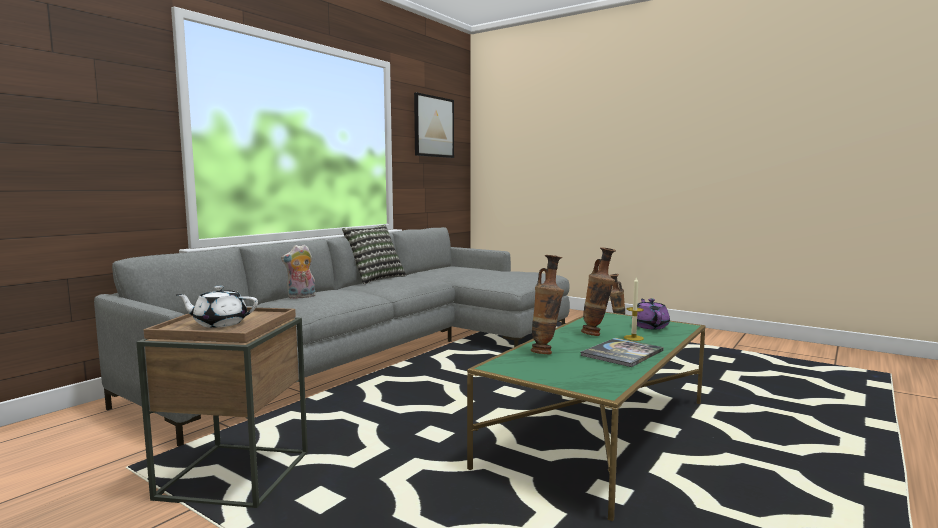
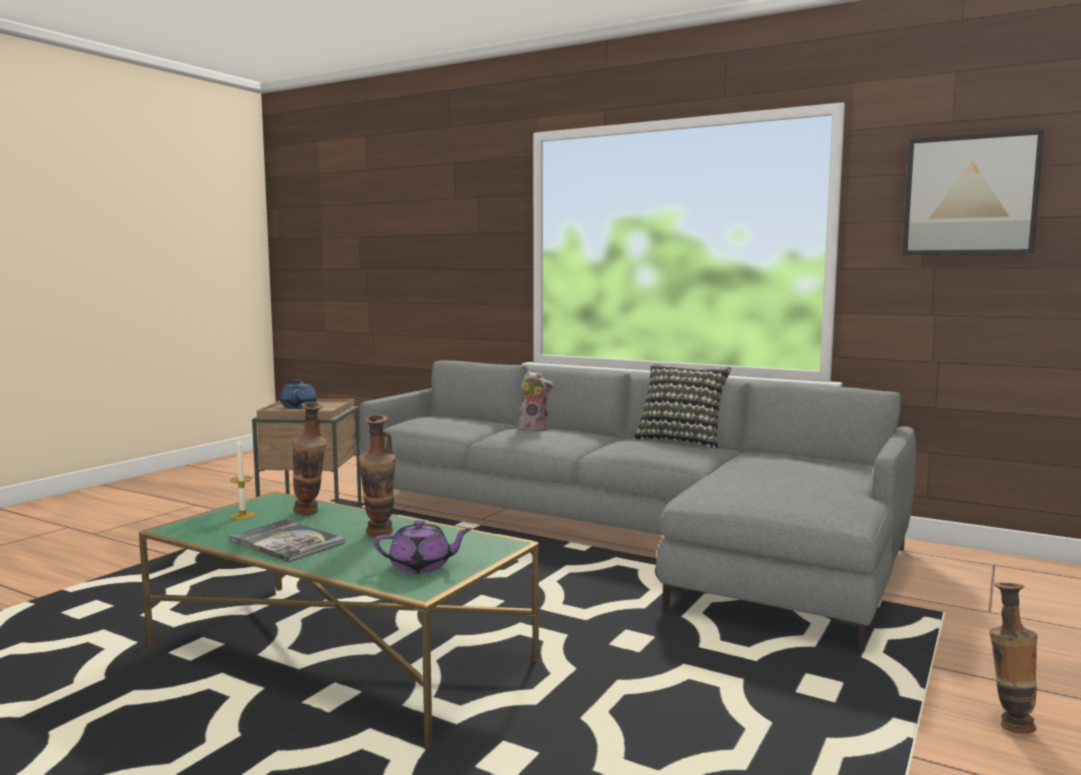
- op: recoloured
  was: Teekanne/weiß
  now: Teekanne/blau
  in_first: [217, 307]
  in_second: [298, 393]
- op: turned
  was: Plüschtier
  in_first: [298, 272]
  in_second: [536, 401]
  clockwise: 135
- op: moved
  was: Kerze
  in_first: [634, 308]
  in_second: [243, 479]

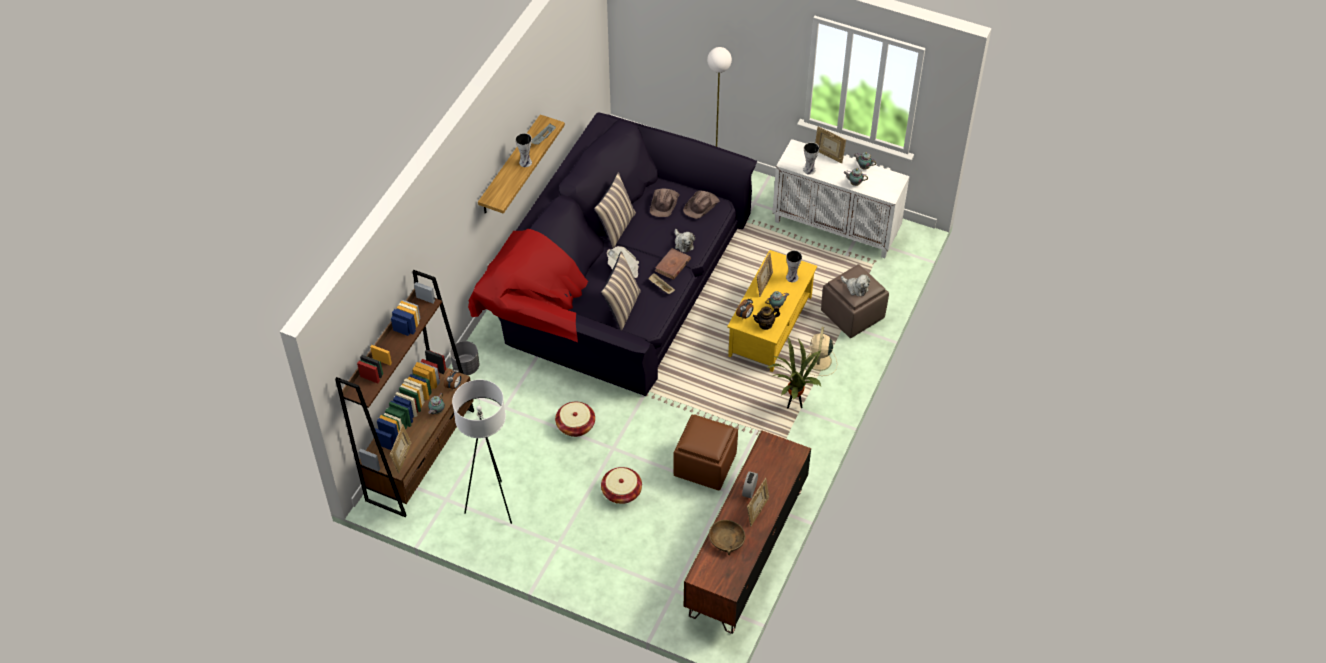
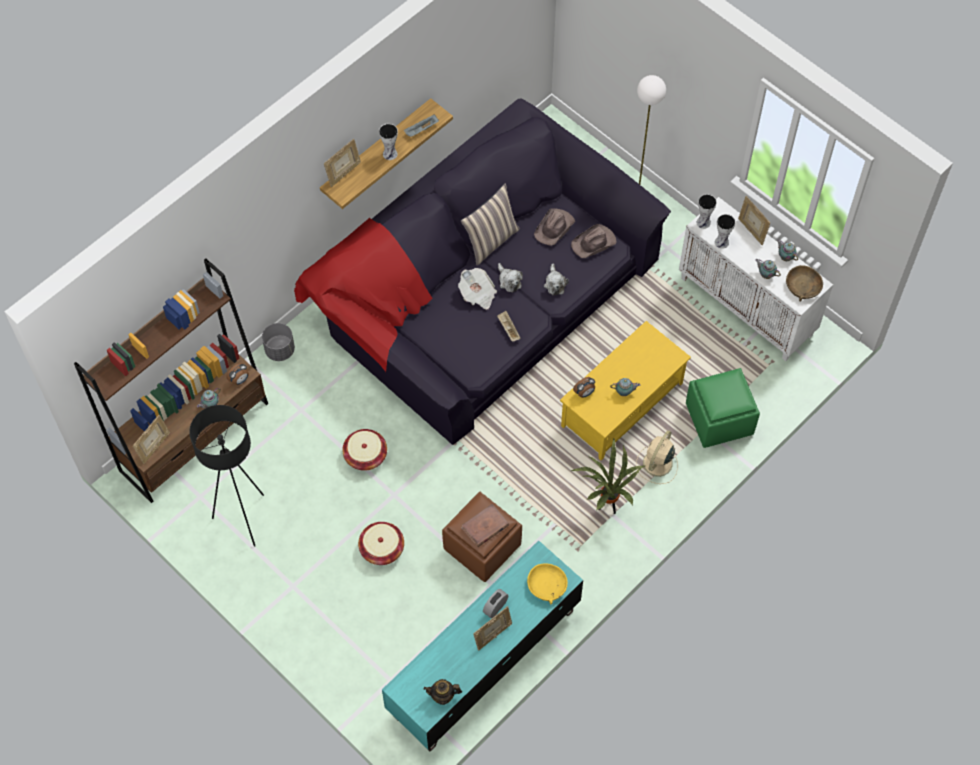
- op: recoloured
  was: Stehlampe/weiß
  now: Stehlampe/schwarz
  in_first: [482, 452]
  in_second: [226, 476]
- op: removed
  was: Kissen
  in_first: [621, 290]
- op: moved
  was: Buch/braun
  in_first: [673, 264]
  in_second: [485, 525]
- op: recoloured
  was: Fernsehschrank/braun
  now: Fernsehschrank/türkis
  in_first: [747, 532]
  in_second: [482, 645]
- op: moved
  was: Schüssel/braun
  in_first: [727, 537]
  in_second: [804, 283]
- op: moved
  was: Teekanne
  in_first: [766, 318]
  in_second: [443, 692]
- op: moved
  was: Bilderrahmen
  in_first: [765, 274]
  in_second: [342, 163]
- op: moved
  was: Vase
  in_first: [794, 266]
  in_second: [706, 211]
- op: recoloured
  was: Polsterhocker/braun
  now: Polsterhocker/grün
  in_first: [855, 301]
  in_second: [723, 408]
- op: moved
  was: Plüschtier
  in_first: [855, 285]
  in_second: [510, 278]
- op: added
  now: Schüssel/gelb
  in_second: [547, 583]

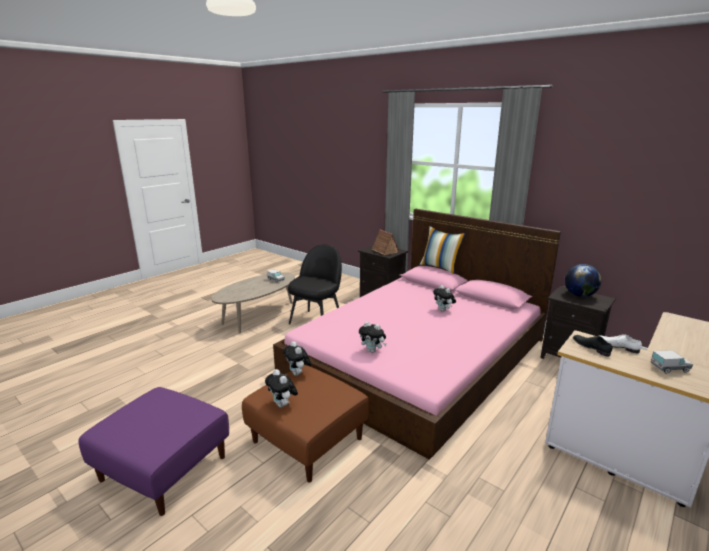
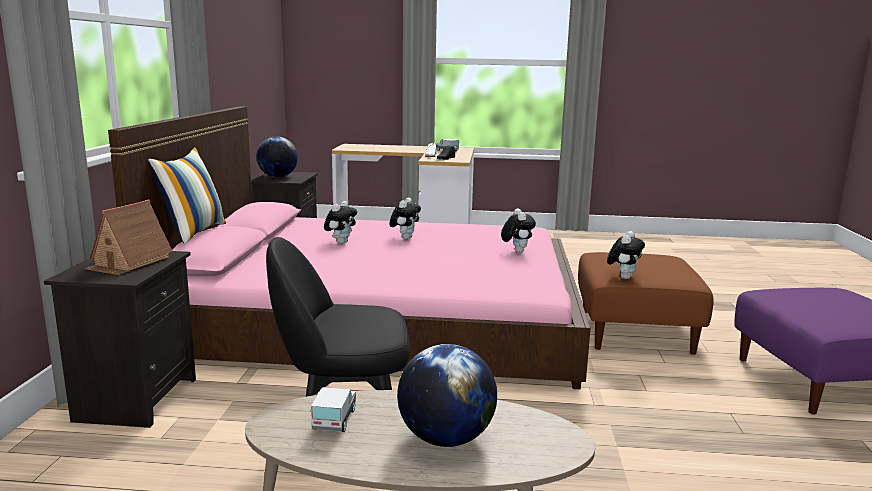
- op: moved
  was: Plüschtier
  in_first: [281, 388]
  in_second: [405, 218]
- op: added
  now: Globus
  in_second: [447, 395]

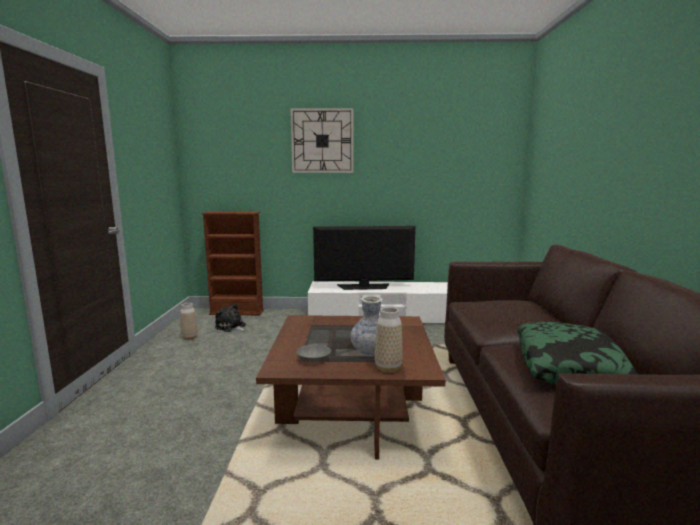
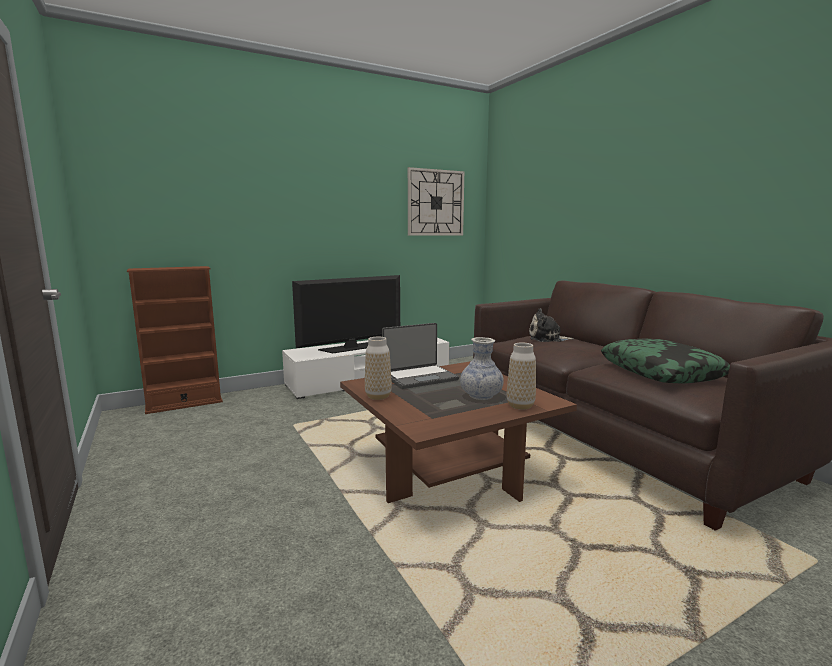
- op: moved
  was: Vase
  in_first: [189, 321]
  in_second: [378, 368]
- op: moved
  was: Plüschtier
  in_first: [231, 318]
  in_second: [551, 325]
- op: moved
  was: Wanduhr
  in_first: [321, 140]
  in_second: [436, 201]
- op: removed
  was: Schüssel/grau
  in_first: [314, 353]
- op: added
  now: Laptop
  in_second: [420, 356]

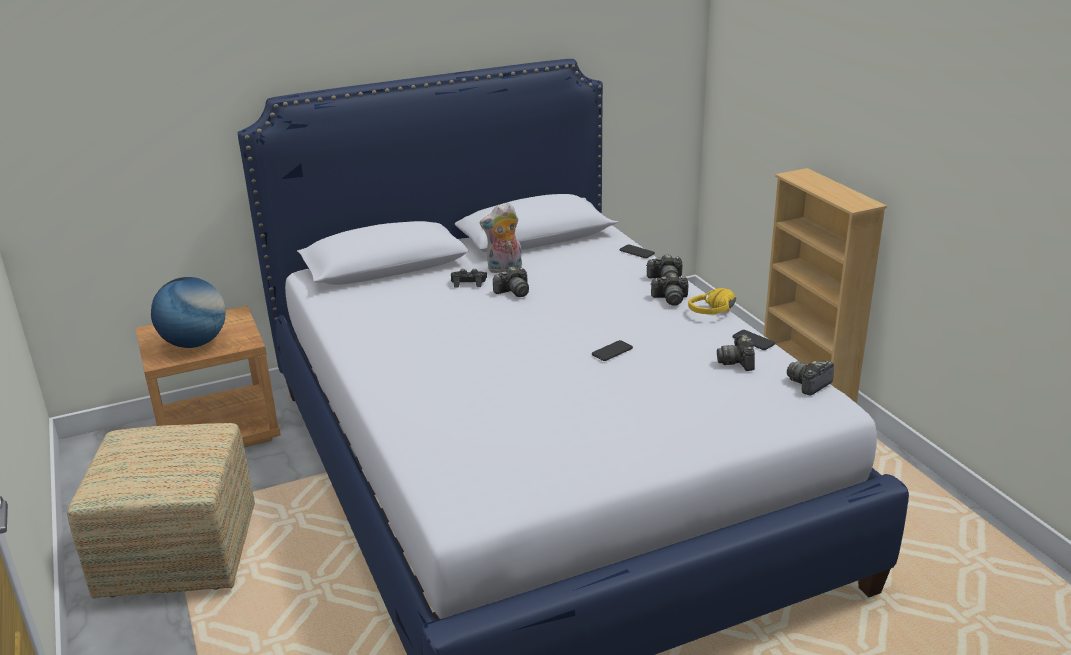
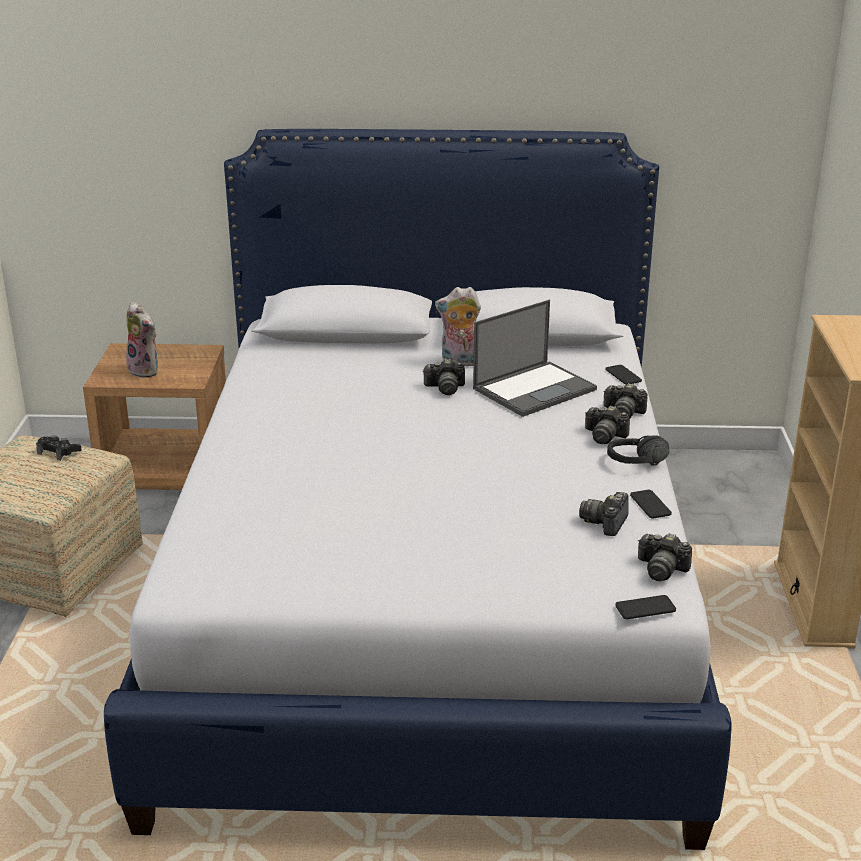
- op: replaced
  was: Globus
  now: Plüschtier
  in_first: [188, 312]
  in_second: [142, 339]
- op: moved
  was: Gamepad/schwarz
  in_first: [469, 278]
  in_second: [59, 448]
- op: moved
  was: Handy
  in_first: [612, 350]
  in_second: [645, 607]
- op: recoloured
  was: Kopfhörer/gelb
  now: Kopfhörer/schwarz
  in_first: [712, 301]
  in_second: [638, 450]
- op: turned
  was: Kamera
  in_first: [810, 378]
  in_second: [665, 557]
  clockwise: -135
- op: added
  now: Laptop
  in_second: [535, 358]

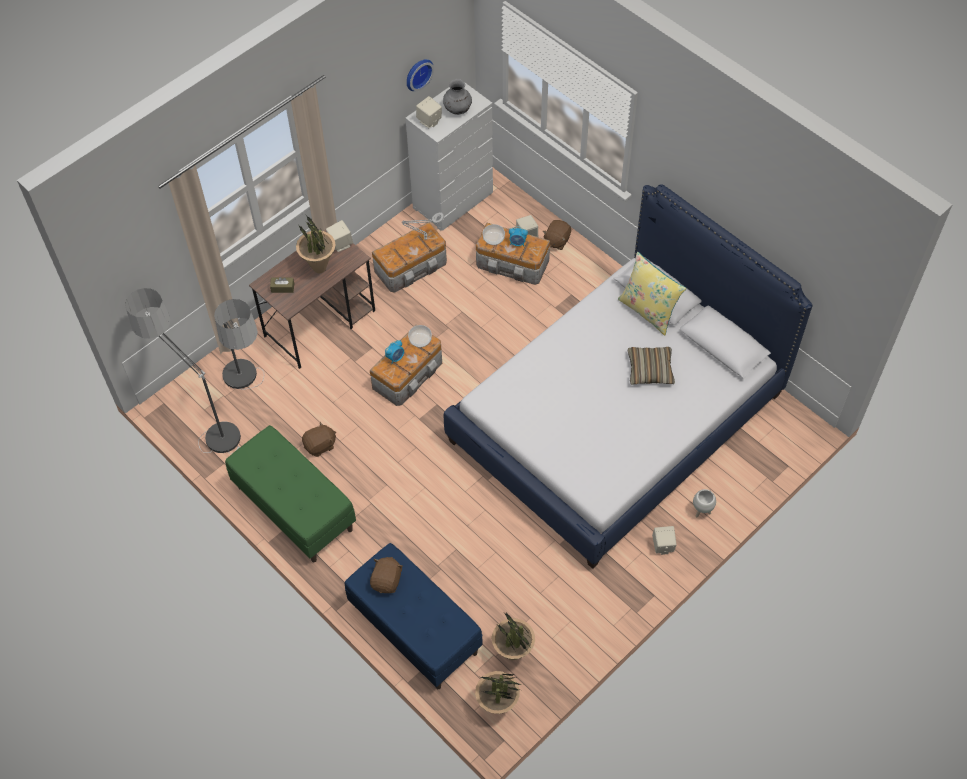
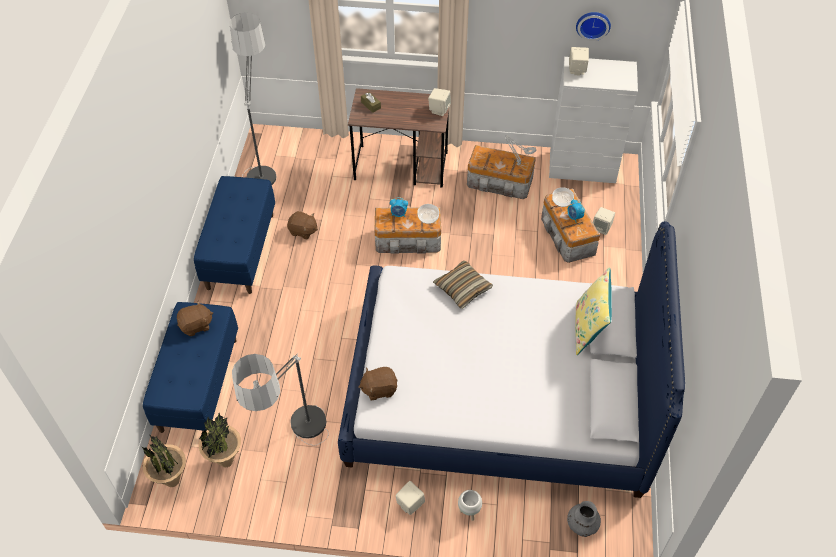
- op: moved
  was: Stehlampe
  in_first: [239, 344]
  in_second: [280, 399]
- op: recoloured
  was: Bank/grün
  now: Bank/blau
  in_first: [290, 493]
  in_second: [234, 235]
- op: removed
  was: Topfpflanze
  in_first: [315, 244]
- op: moved
  was: Vase/grau
  in_first: [457, 97]
  in_second: [584, 519]
- op: moved
  was: Plüschtier/braun
  in_first: [557, 235]
  in_second: [378, 384]
- op: moved
  was: Kissen
  in_first: [651, 366]
  in_second: [463, 285]

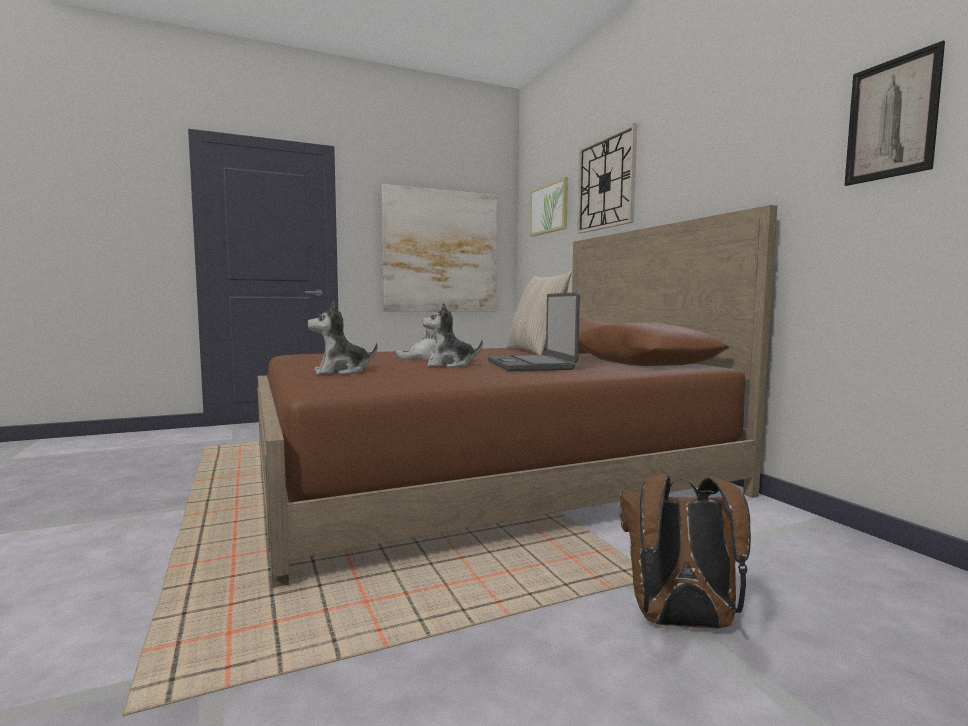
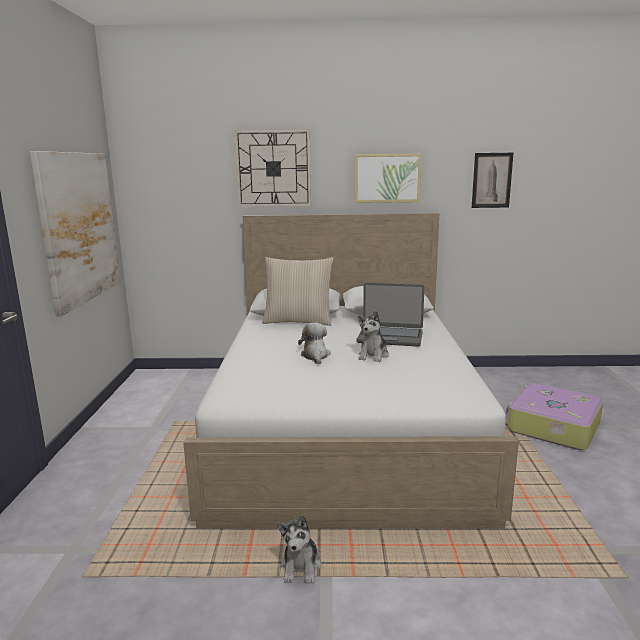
- op: recoloured
  was: Bett/braun
  now: Bett/weiß
  in_first: [517, 396]
  in_second: [351, 371]
- op: moved
  was: Plüschtier
  in_first: [342, 338]
  in_second: [299, 549]
- op: moved
  was: Bild
  in_first: [549, 206]
  in_second: [388, 178]
- op: replaced
  was: Rucksack/braun
  now: Koffer
  in_first: [685, 551]
  in_second: [554, 416]

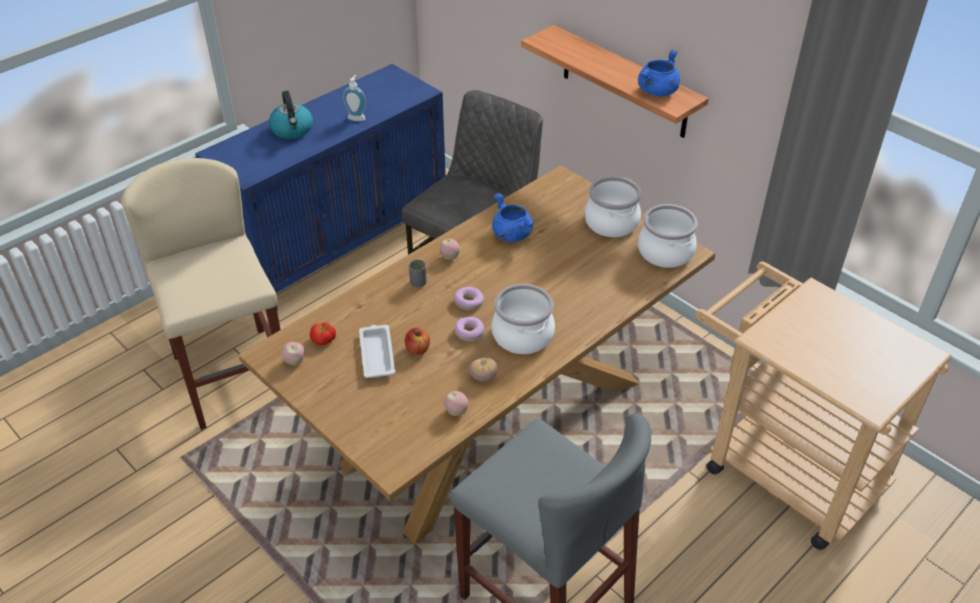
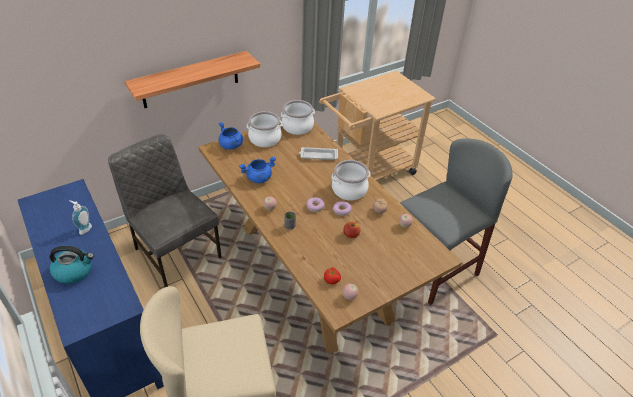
- op: moved
  was: Tablett/weiß
  in_first: [377, 351]
  in_second: [318, 153]
- op: moved
  was: Kochtopf/blau
  in_first: [659, 72]
  in_second: [230, 136]

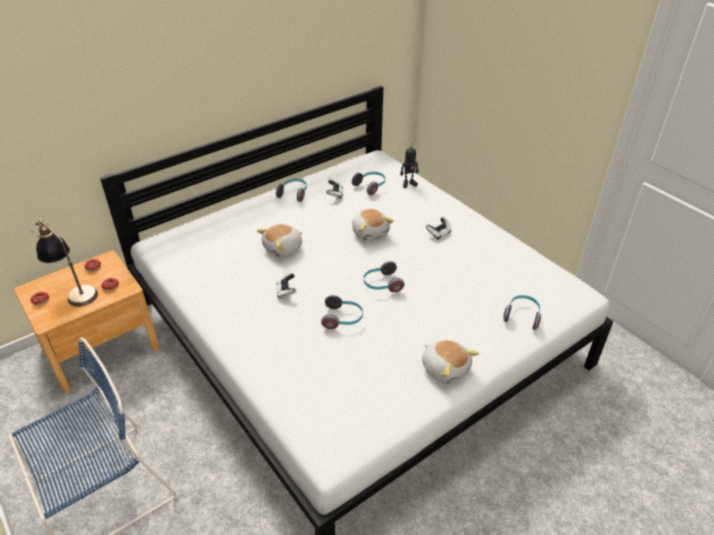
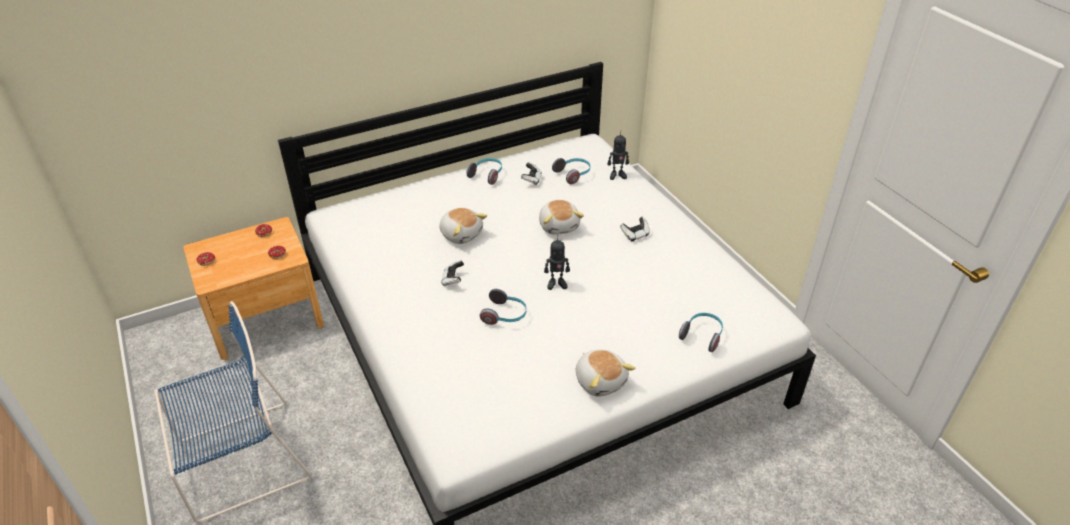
- op: removed
  was: Tischlampe
  in_first: [64, 263]
- op: turned
  was: Plüschtier
  in_first: [279, 241]
  in_second: [463, 226]
  clockwise: -105
- op: replaced
  was: Kopfhörer
  now: Spielzeugroboter
  in_first: [384, 276]
  in_second: [557, 262]

